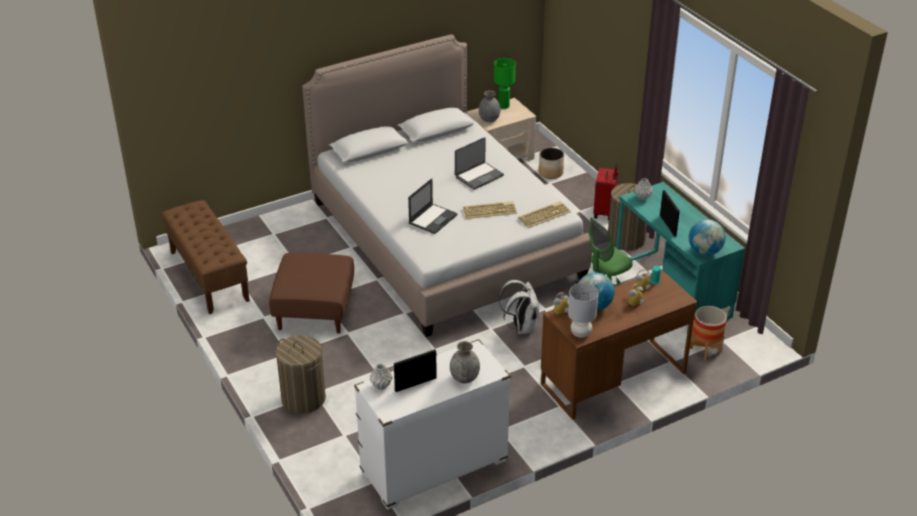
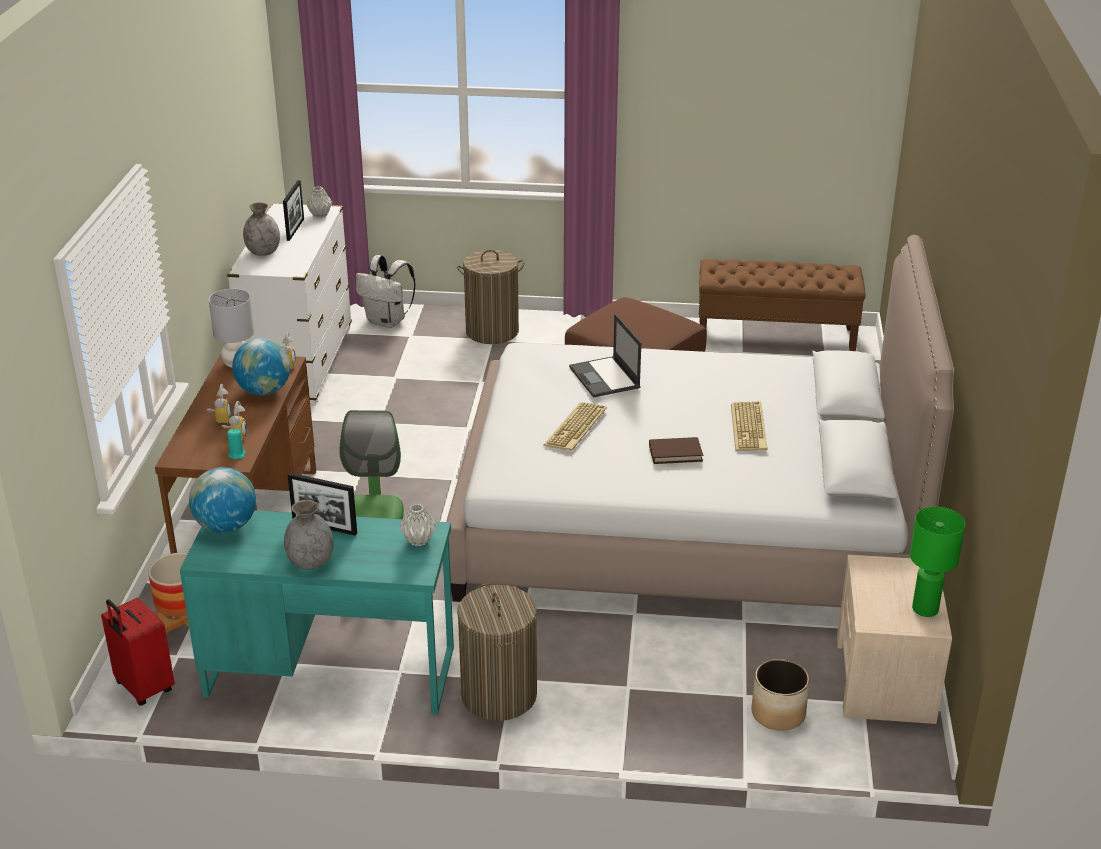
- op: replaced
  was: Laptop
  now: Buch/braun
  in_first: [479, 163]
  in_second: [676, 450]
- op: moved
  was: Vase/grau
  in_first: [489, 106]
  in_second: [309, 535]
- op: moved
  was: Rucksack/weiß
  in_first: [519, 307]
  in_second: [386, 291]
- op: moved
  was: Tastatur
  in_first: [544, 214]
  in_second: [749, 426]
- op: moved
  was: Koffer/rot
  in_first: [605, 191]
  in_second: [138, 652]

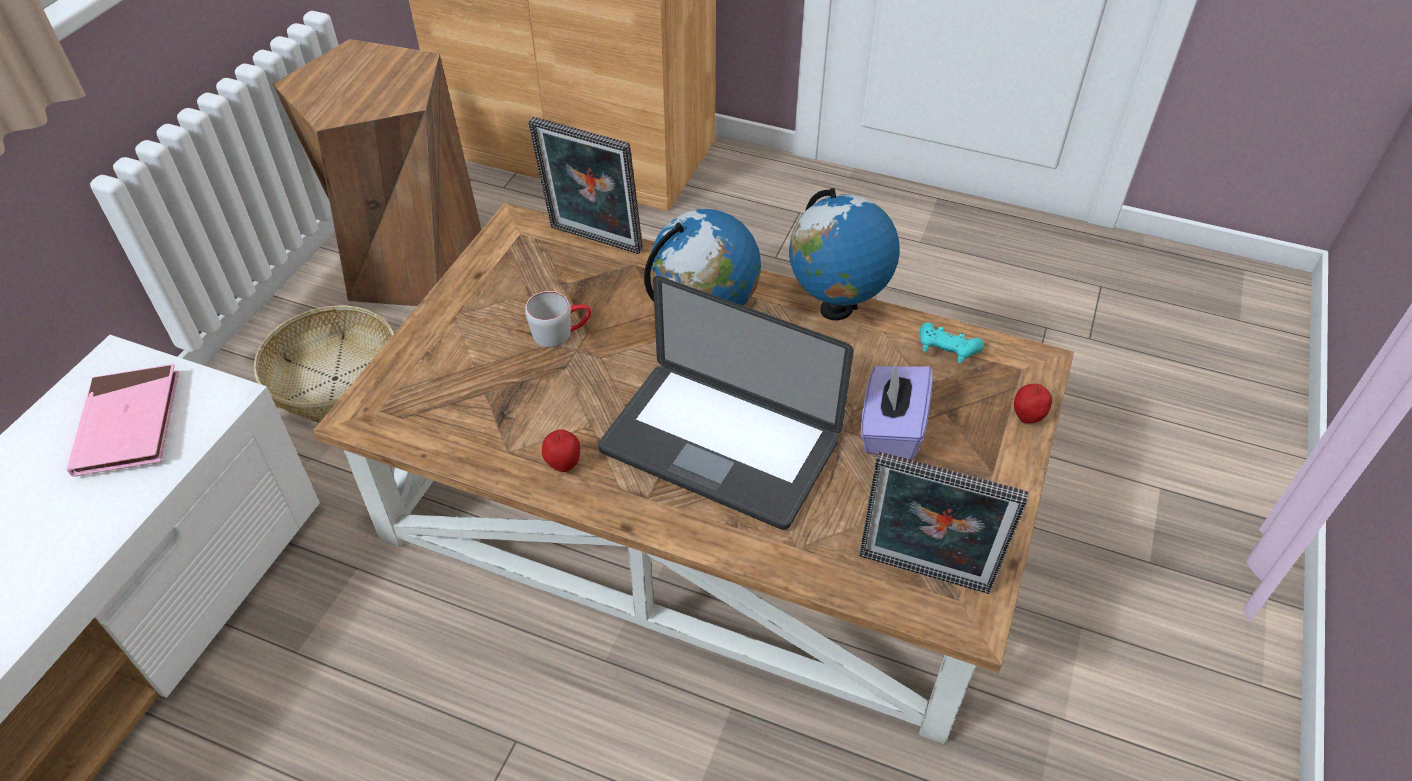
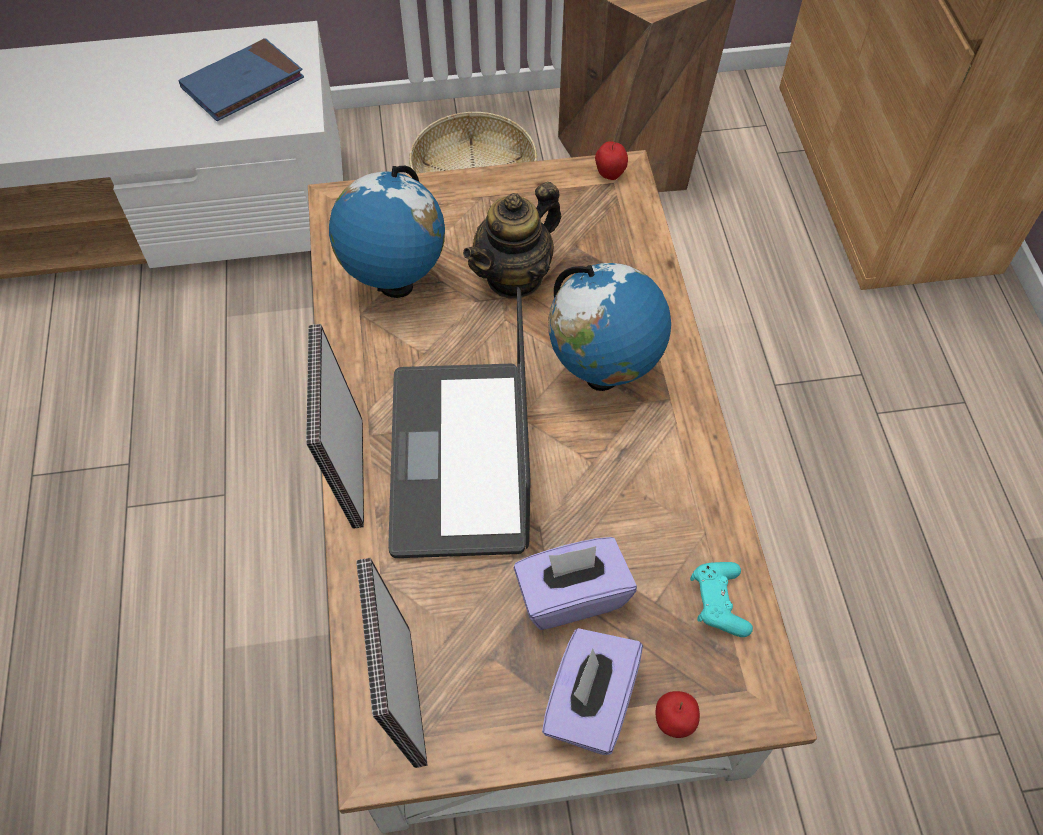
- op: recoloured
  was: Buch/rosa
  now: Buch/blau
  in_first: [123, 420]
  in_second: [241, 79]
- op: replaced
  was: Henkelbecher/grau
  now: Teekanne
  in_first: [558, 319]
  in_second: [512, 241]
- op: moved
  was: Bilderrahmen
  in_first: [585, 185]
  in_second: [335, 426]
- op: moved
  was: Apfel
  in_first: [561, 450]
  in_second: [611, 160]
- op: moved
  was: Globus
  in_first: [844, 254]
  in_second: [387, 232]
- op: added
  now: Taschentuchbox/lila
  in_second: [592, 691]

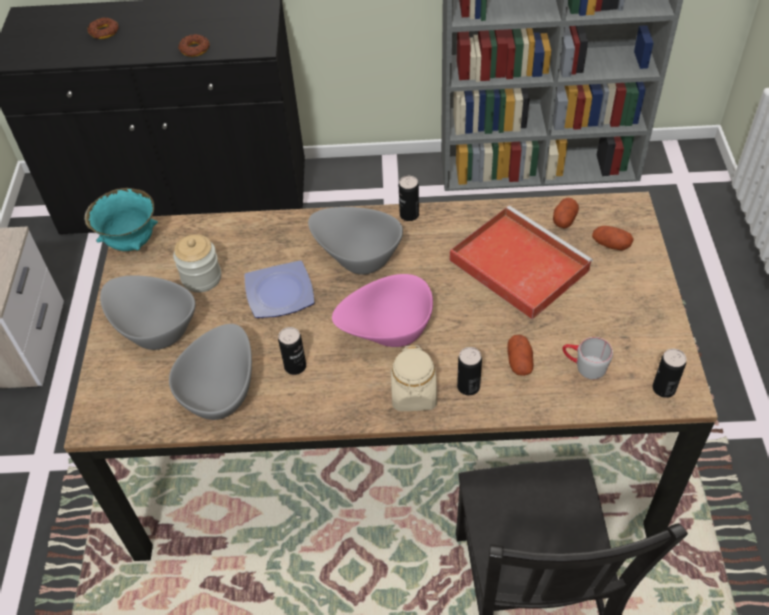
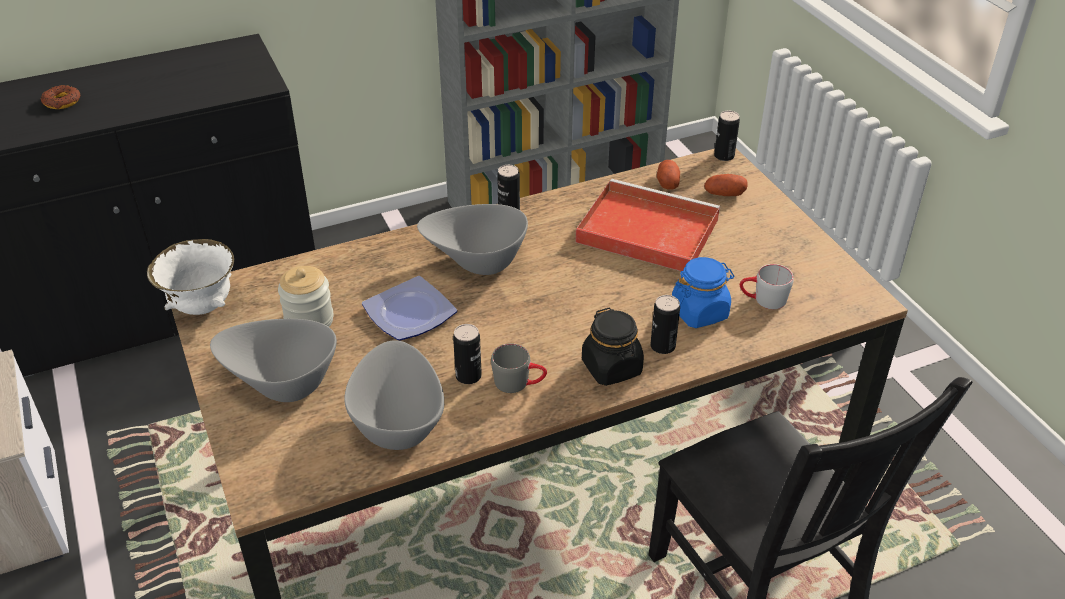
- op: recoloured
  was: Schüssel/türkis
  now: Schüssel/weiß
  in_first: [121, 219]
  in_second: [190, 277]
- op: removed
  was: Donut
  in_first: [194, 45]
- op: removed
  was: Schüssel/rosa
  in_first: [382, 310]
- op: recoloured
  was: Vorratsglas/beige
  now: Vorratsglas/schwarz
  in_first: [414, 378]
  in_second: [613, 347]
- op: replaced
  was: Kartoffel
  now: Vorratsglas/blau
  in_first: [520, 355]
  in_second: [703, 292]
- op: moved
  was: Dose
  in_first: [669, 373]
  in_second: [727, 136]
- op: added
  now: Henkelbecher/grau
  in_second: [519, 368]

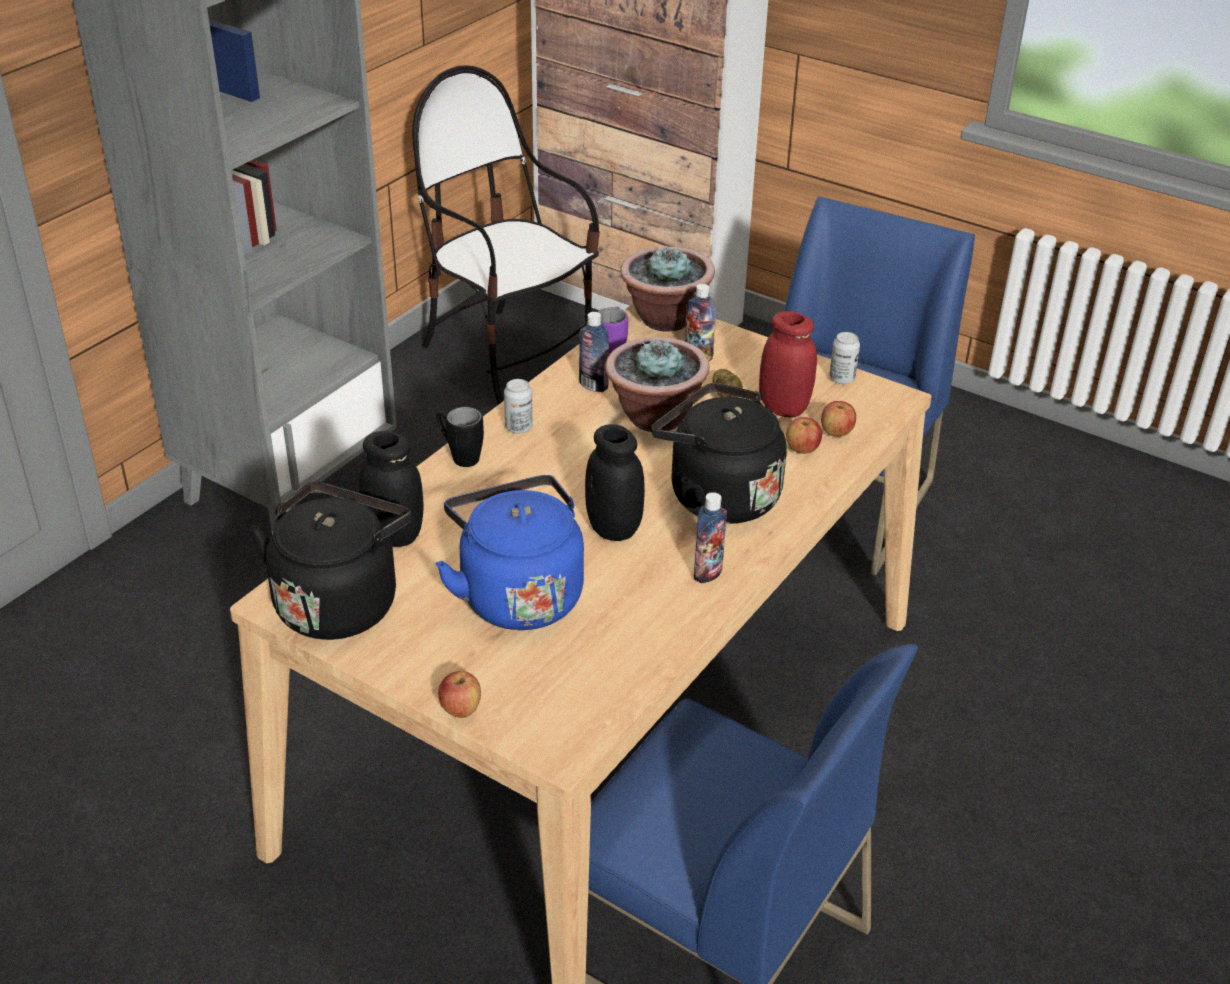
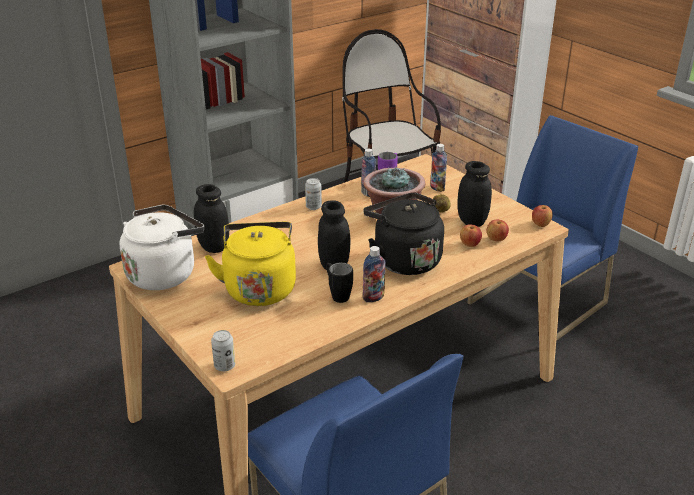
- op: recoloured
  was: Wasserkessel/schwarz
  now: Wasserkessel/weiß
  in_first: [330, 561]
  in_second: [162, 247]
- op: recoloured
  was: Wasserkessel/blau
  now: Wasserkessel/gelb
  in_first: [509, 552]
  in_second: [250, 264]
- op: moved
  was: Henkelbecher/schwarz
  in_first: [460, 437]
  in_second: [340, 283]
- op: moved
  was: Apfel
  in_first: [459, 694]
  in_second: [542, 216]
- op: removed
  was: Topfpflanze
  in_first: [667, 288]
- op: recoloured
  was: Vorratsglas/rot
  now: Vorratsglas/schwarz
  in_first: [788, 364]
  in_second: [474, 194]
- op: moved
  was: Dose
  in_first: [844, 358]
  in_second: [223, 350]

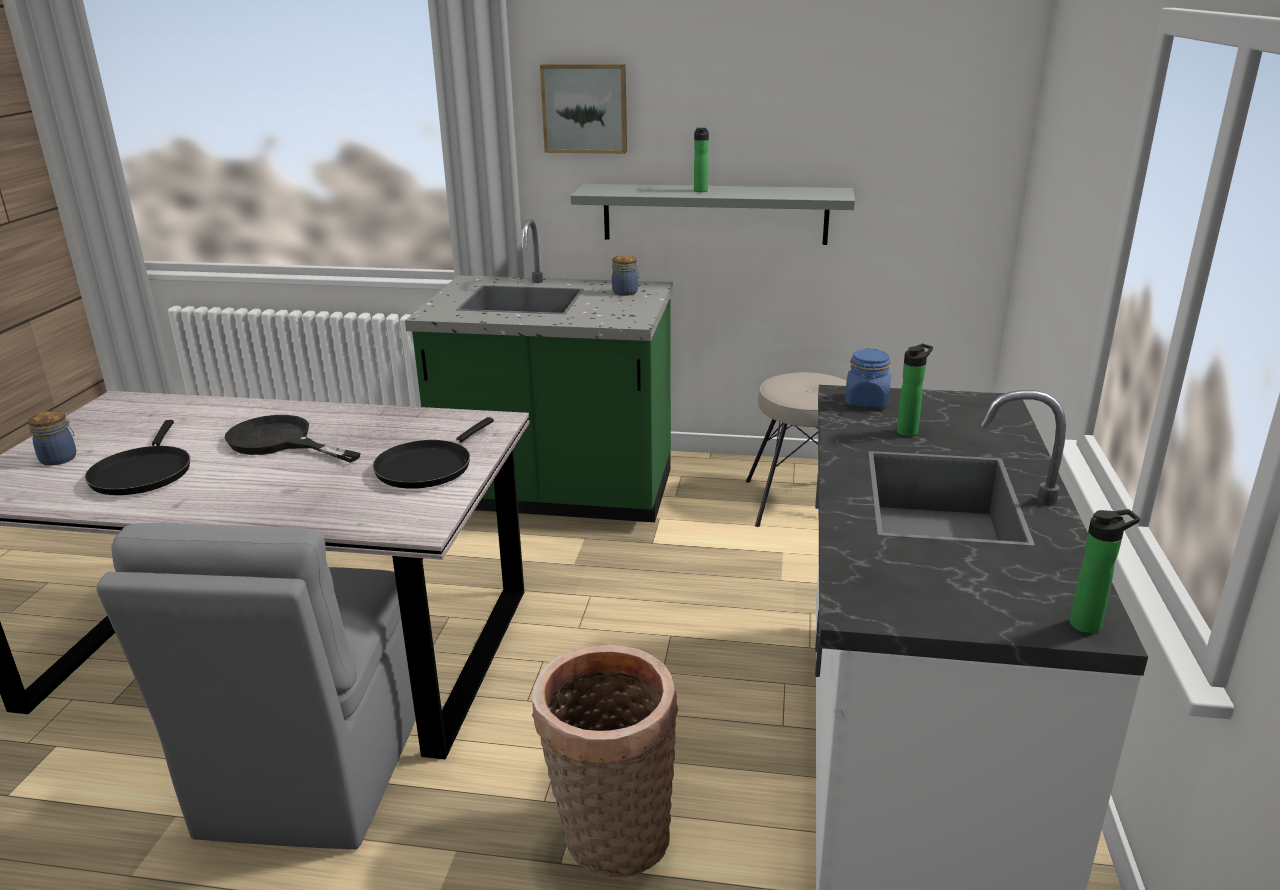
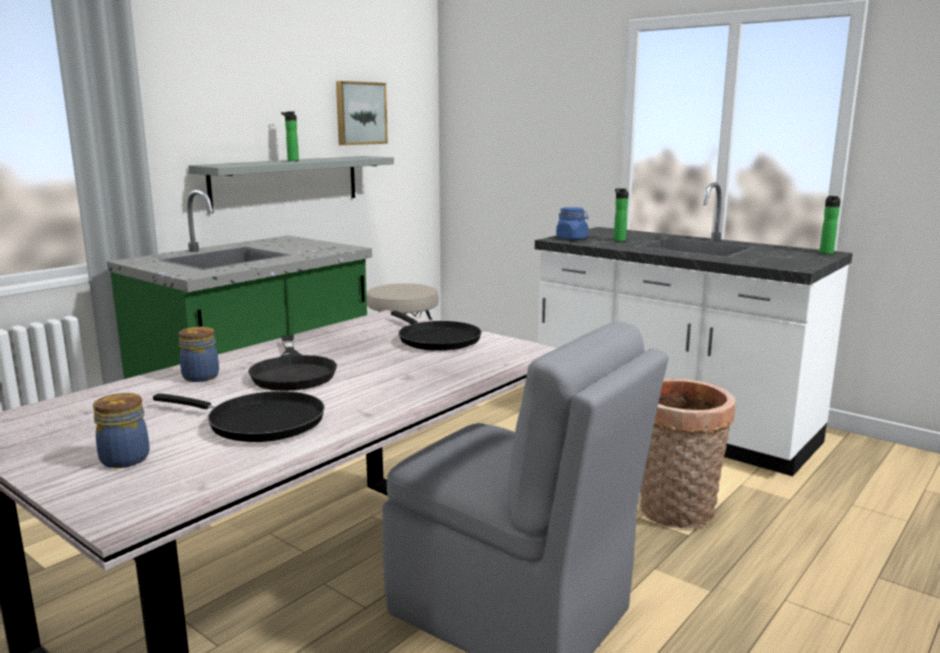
- op: turned
  was: Pfanne/schwarz
  in_first: [292, 439]
  in_second: [292, 363]
  clockwise: -75
- op: moved
  was: Bild
  in_first: [583, 109]
  in_second: [362, 113]
- op: moved
  was: Vorratsglas
  in_first: [625, 275]
  in_second: [199, 354]

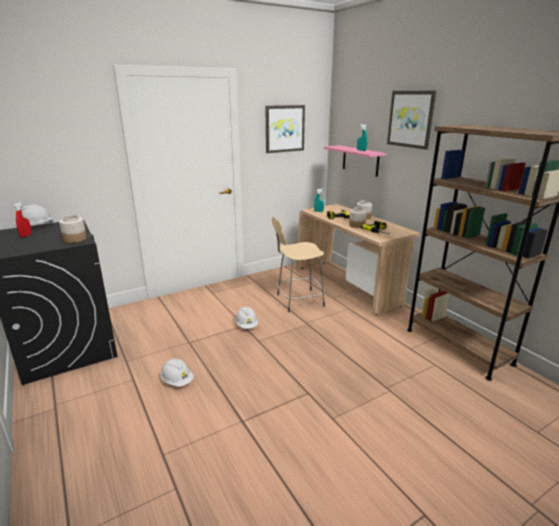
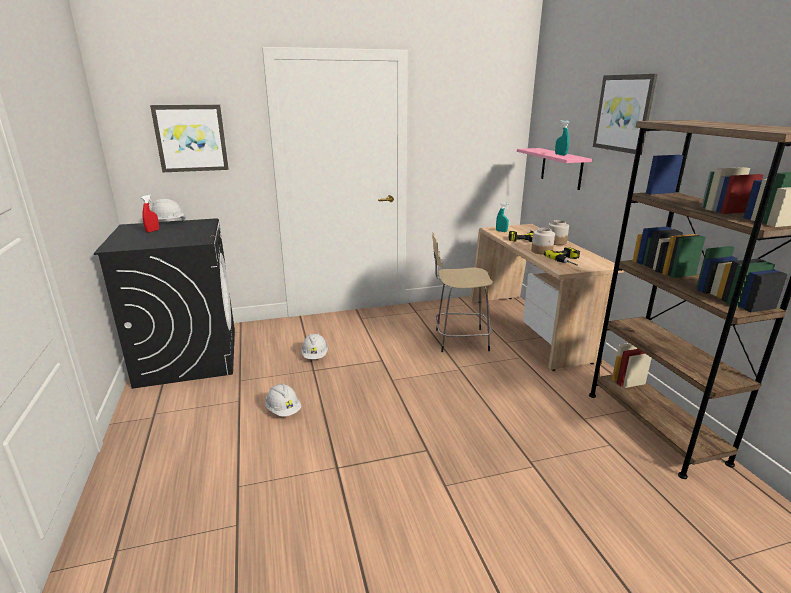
- op: removed
  was: Vorratsglas
  in_first: [73, 229]
- op: moved
  was: Schutzhelm/weiß
  in_first: [246, 317]
  in_second: [314, 346]
- op: moved
  was: Bild
  in_first: [285, 129]
  in_second: [189, 138]

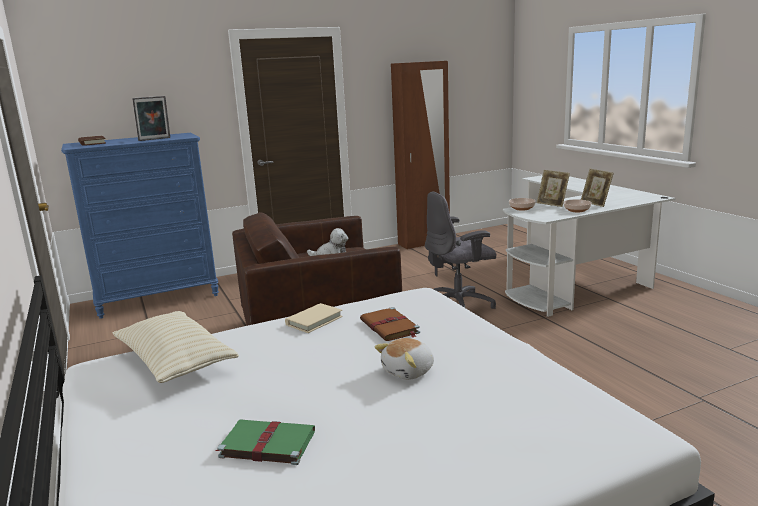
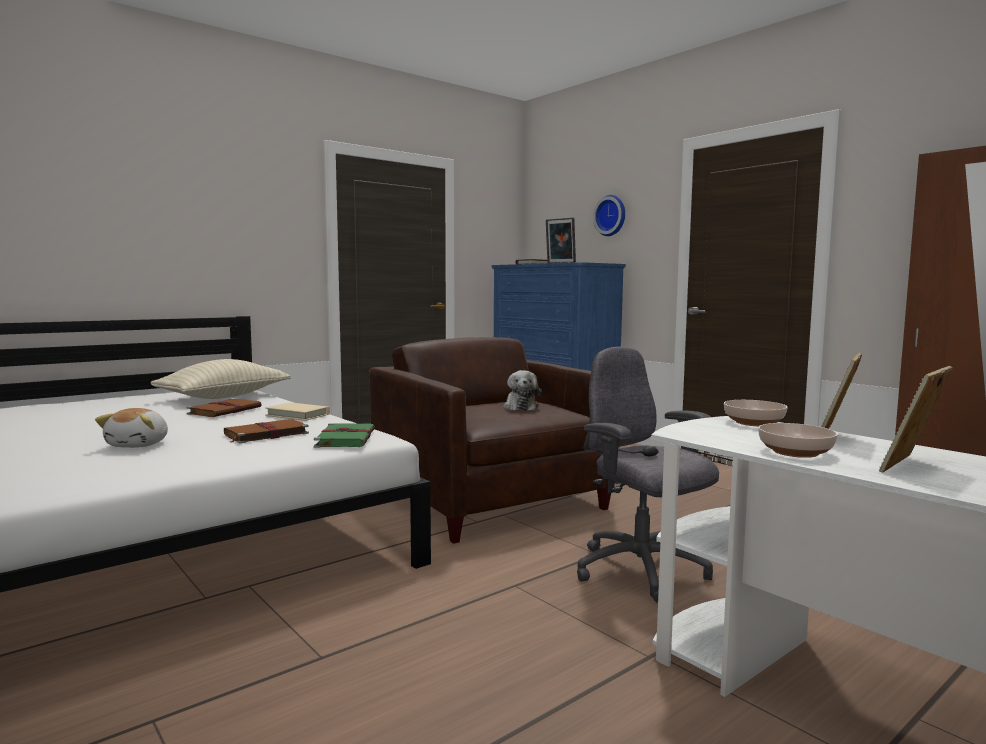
- op: moved
  was: Buch/grün
  in_first: [265, 442]
  in_second: [344, 435]
- op: turned
  was: Plüschtier
  in_first: [404, 359]
  in_second: [131, 428]
  clockwise: -120
- op: added
  now: Buch/braun
  in_second: [224, 407]
- op: added
  now: Wanduhr
  in_second: [609, 215]

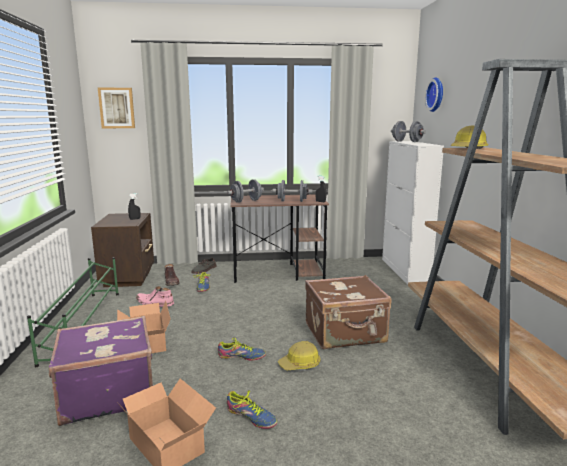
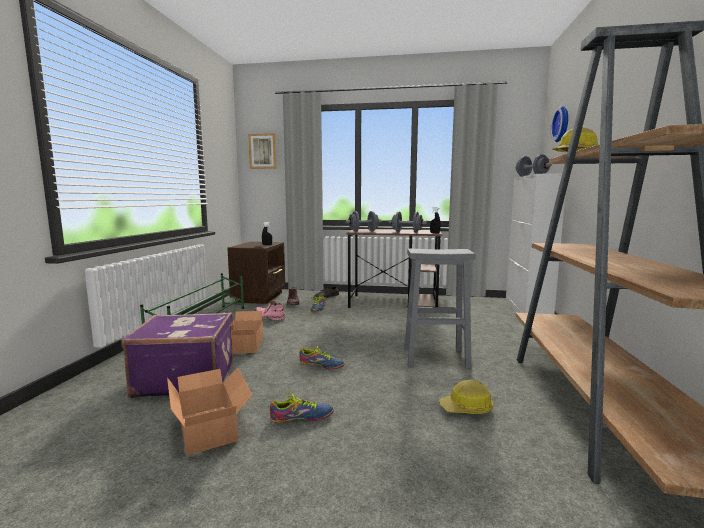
- op: turned
  was: Schuh
  in_first: [252, 409]
  in_second: [302, 408]
  clockwise: -60
- op: moved
  was: Schutzhelm
  in_first: [299, 355]
  in_second: [466, 397]
- op: replaced
  was: Koffer/braun
  now: Hocker/grau
  in_first: [348, 312]
  in_second: [440, 308]

